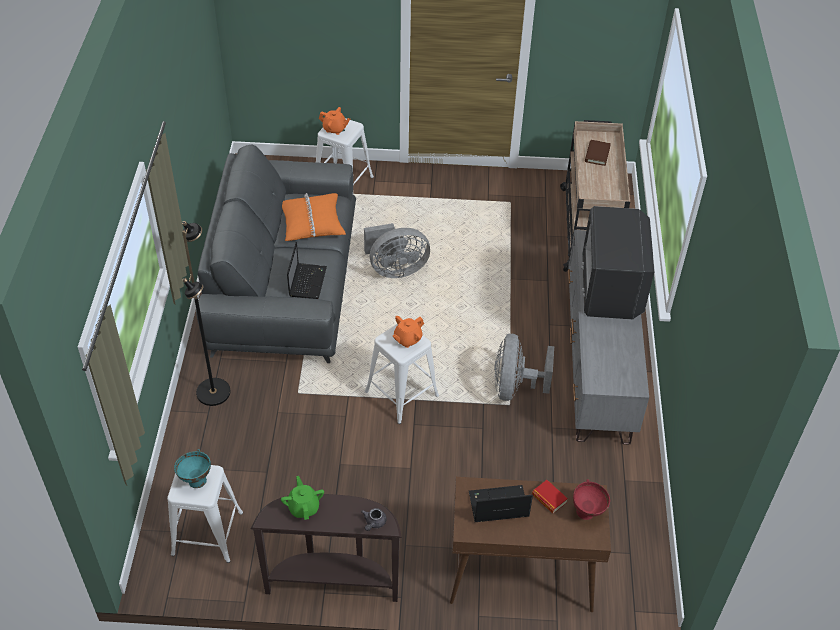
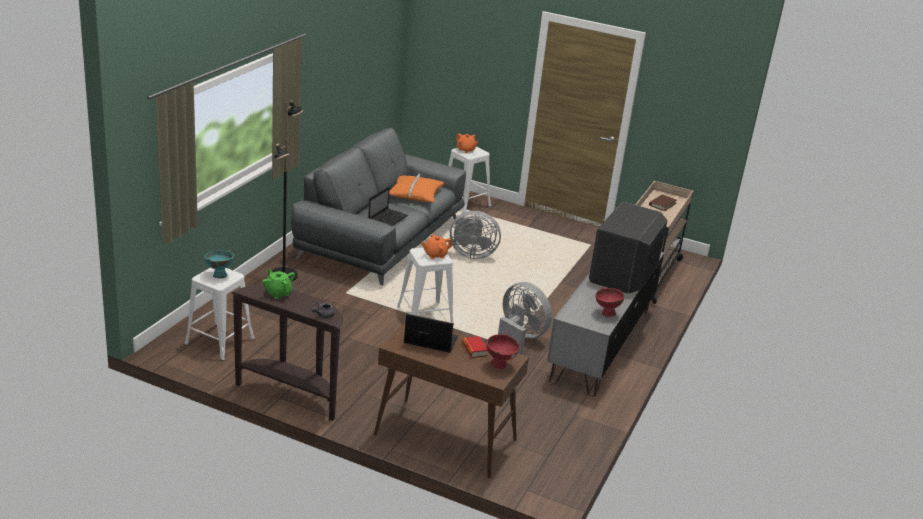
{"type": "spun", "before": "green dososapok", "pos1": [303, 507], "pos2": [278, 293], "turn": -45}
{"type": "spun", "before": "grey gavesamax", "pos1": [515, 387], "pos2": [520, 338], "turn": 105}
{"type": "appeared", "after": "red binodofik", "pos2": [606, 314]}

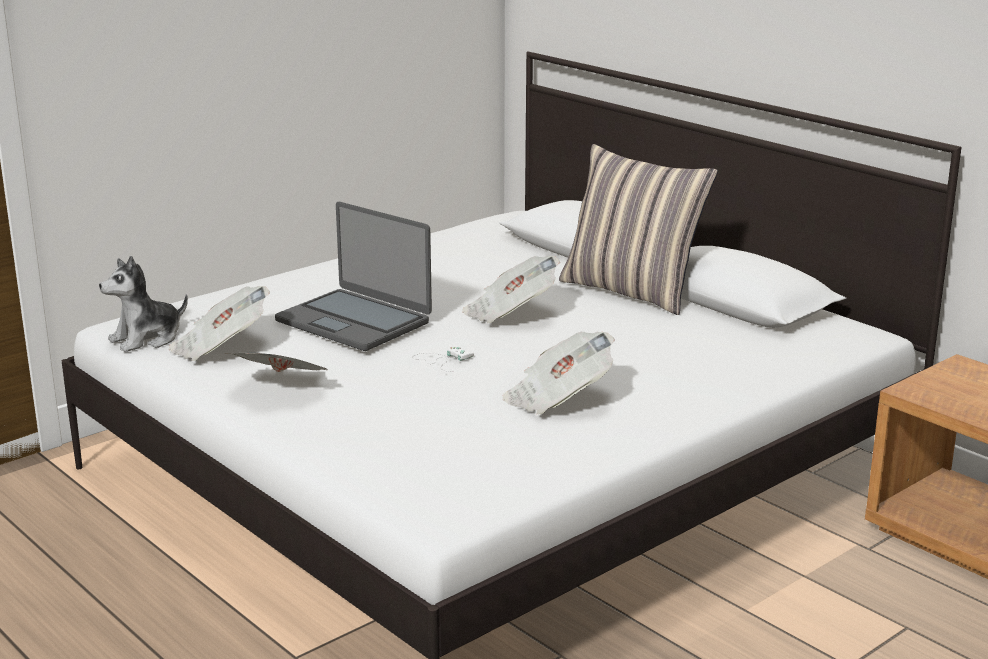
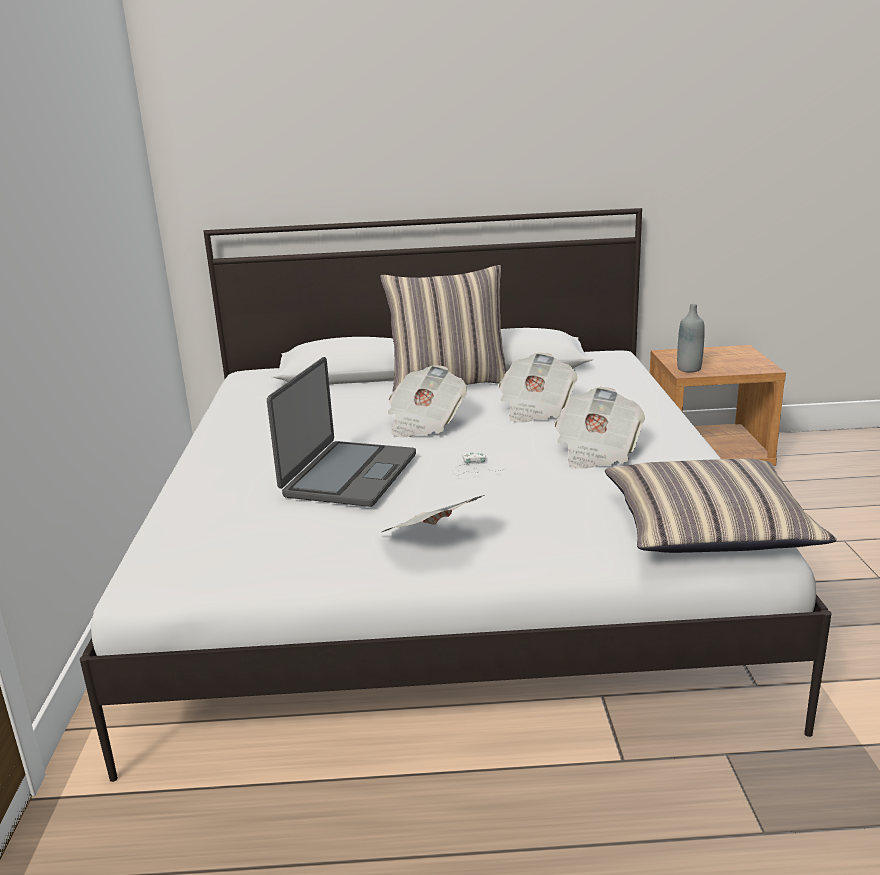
{"type": "missing", "before": "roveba", "pos1": [146, 339]}
{"type": "relocated", "before": "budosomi", "pos1": [220, 348], "pos2": [535, 409]}
{"type": "spun", "before": "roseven", "pos1": [354, 321], "pos2": [348, 475], "turn": -60}
{"type": "appeared", "after": "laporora", "pos2": [708, 527]}
{"type": "appeared", "after": "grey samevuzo", "pos2": [689, 369]}

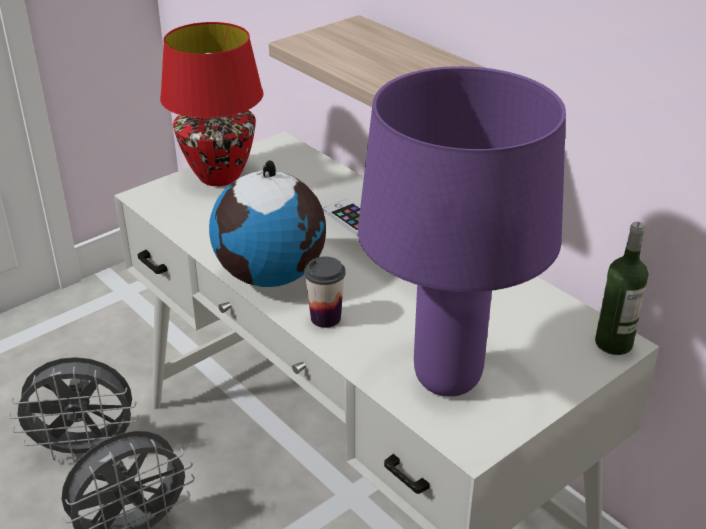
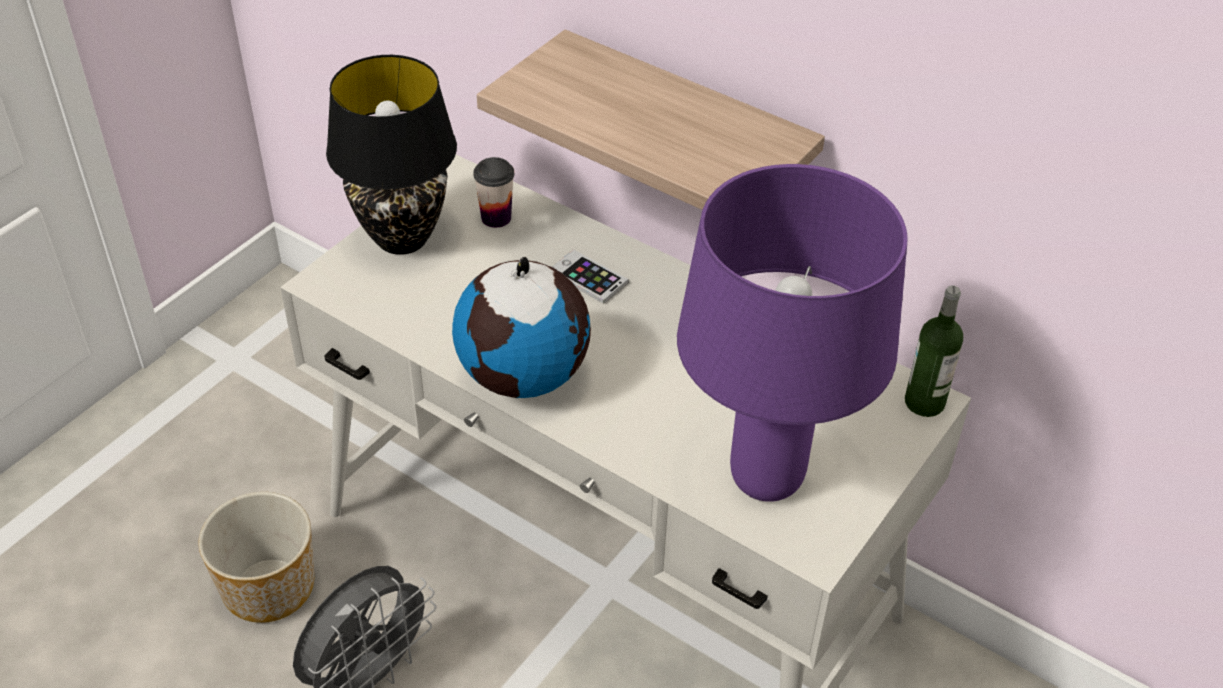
{"type": "exchanged", "before": "grey gavesamax", "after": "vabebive", "pos1": [86, 449], "pos2": [269, 586]}
{"type": "colour", "before": "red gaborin", "after": "black gaborin", "pos1": [218, 177], "pos2": [401, 239]}
{"type": "relocated", "before": "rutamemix", "pos1": [325, 318], "pos2": [496, 218]}

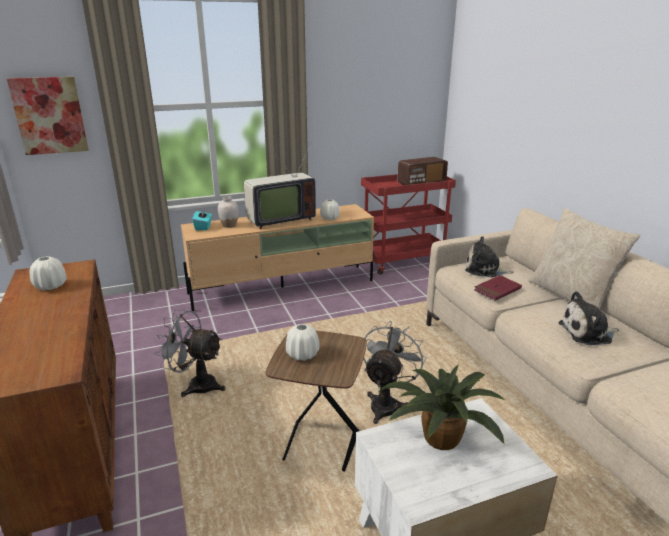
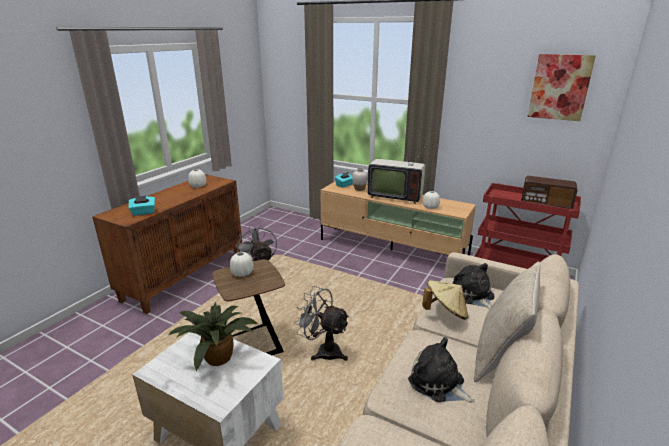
{"type": "relocated", "before": "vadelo", "pos1": [49, 115], "pos2": [559, 87]}
{"type": "spun", "before": "grey gavesamax", "pos1": [386, 403], "pos2": [323, 351], "turn": -135}
{"type": "exchanged", "before": "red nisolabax", "after": "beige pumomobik", "pos1": [497, 290], "pos2": [445, 312]}
{"type": "appeared", "after": "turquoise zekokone", "pos2": [143, 212]}

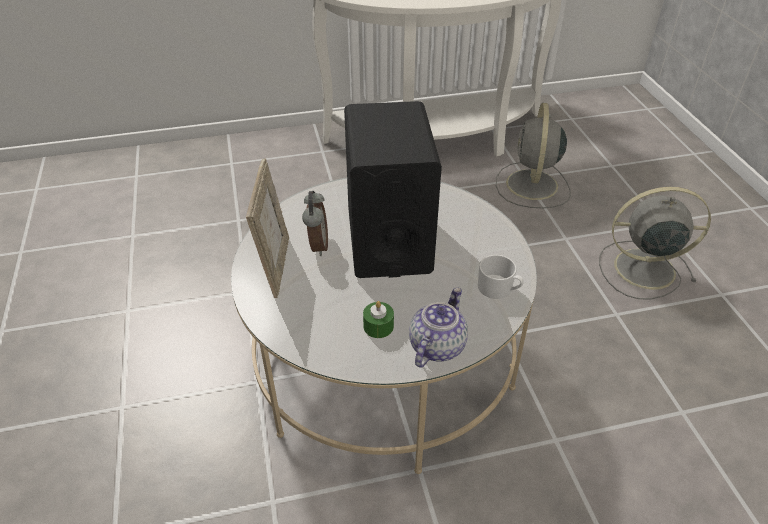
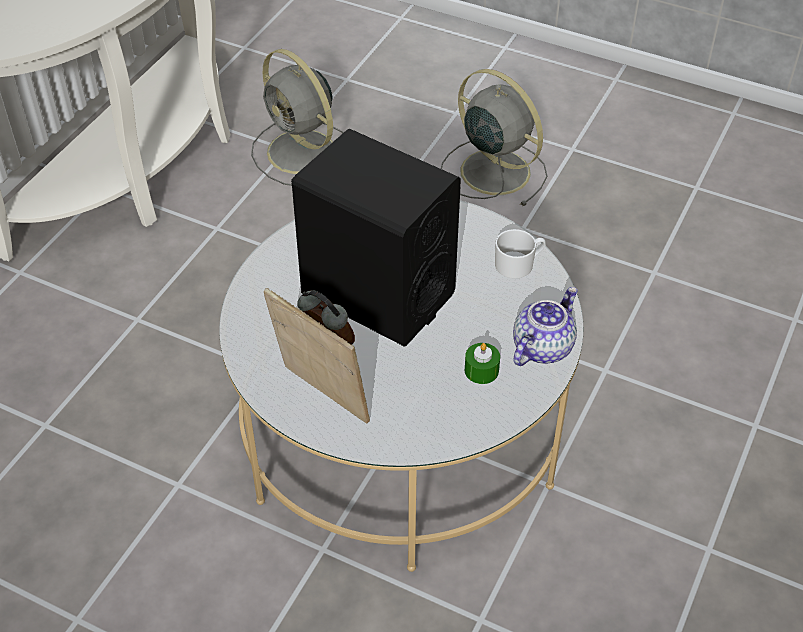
{"type": "spun", "before": "dososapok", "pos1": [436, 345], "pos2": [542, 347], "turn": 60}
{"type": "spun", "before": "grey gavesamax", "pos1": [641, 268], "pos2": [492, 170], "turn": 90}

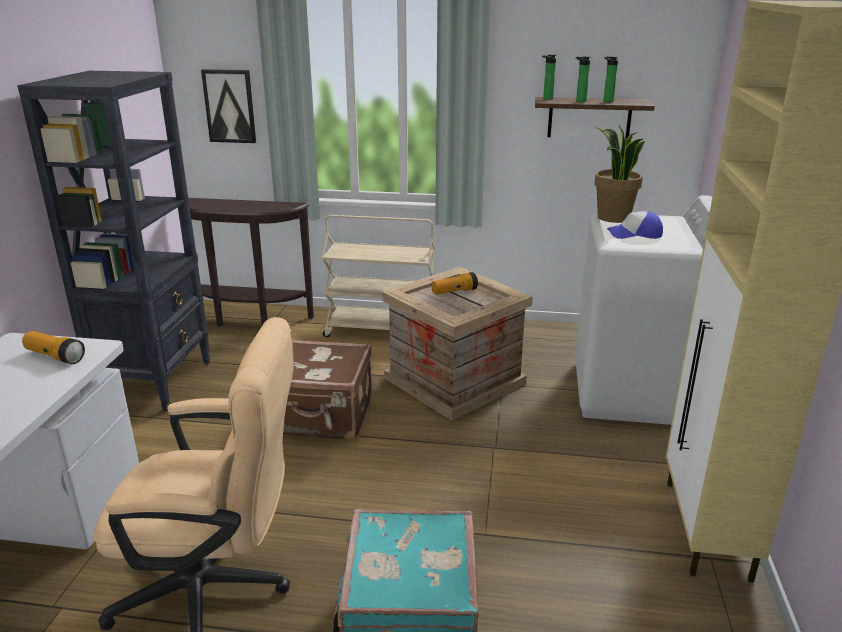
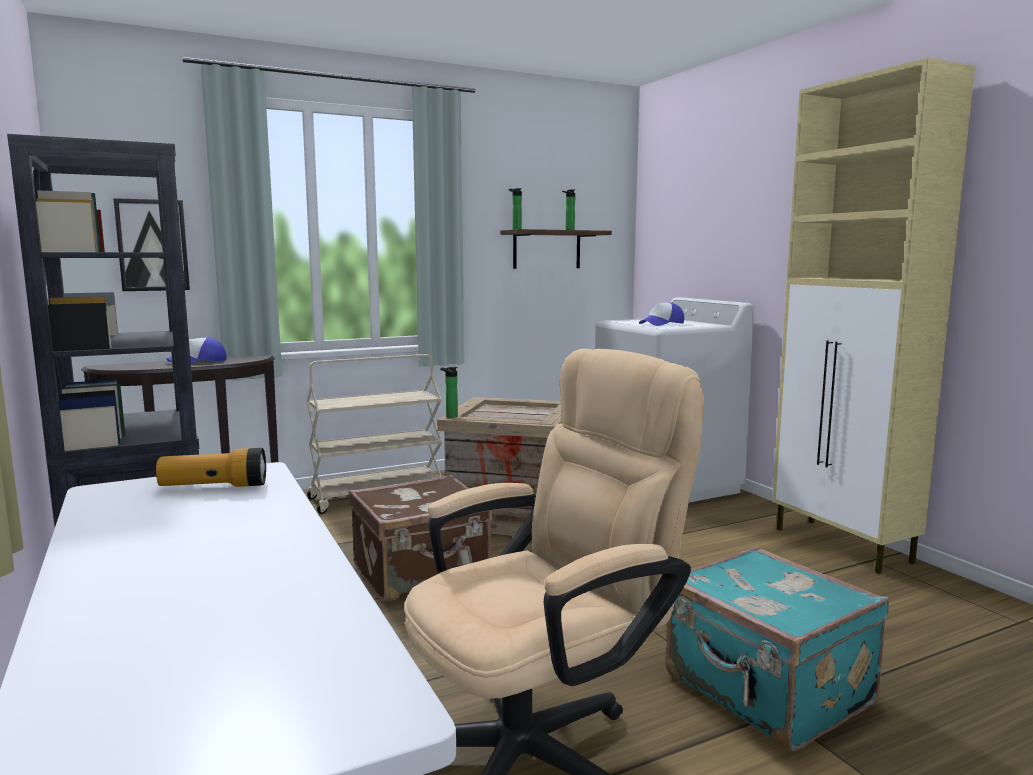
{"type": "missing", "before": "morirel", "pos1": [454, 292]}
{"type": "relocated", "before": "samevuzo", "pos1": [579, 101], "pos2": [450, 416]}
{"type": "missing", "before": "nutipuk", "pos1": [612, 218]}
{"type": "appeared", "after": "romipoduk", "pos2": [198, 362]}

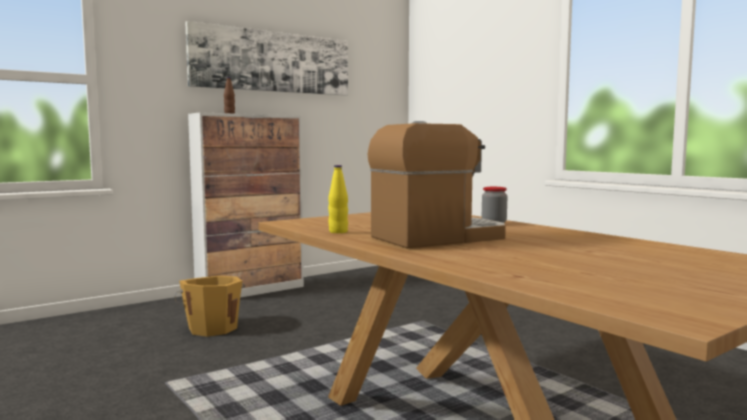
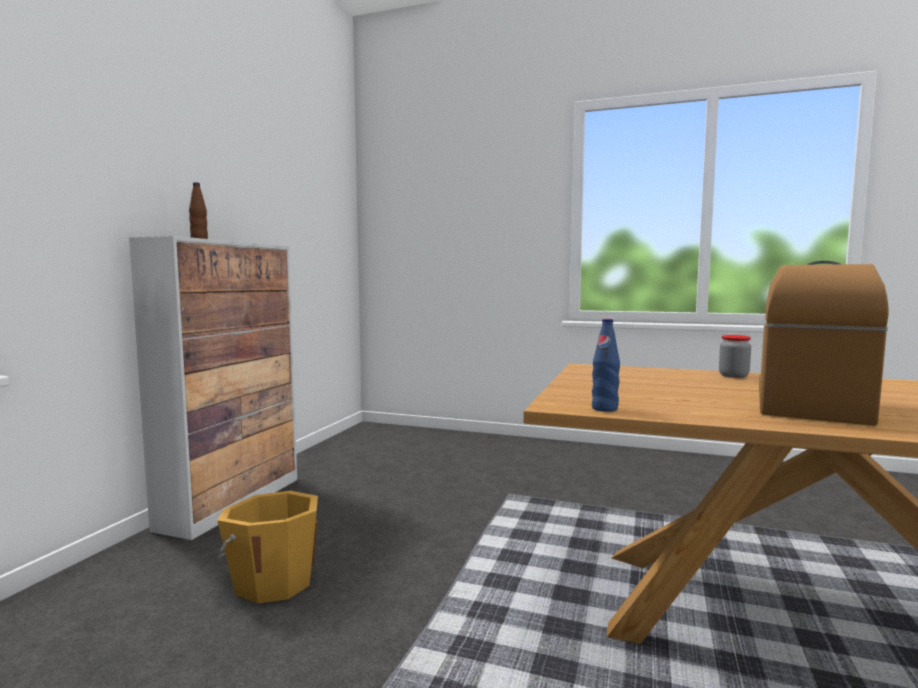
{"type": "missing", "before": "vadelo", "pos1": [273, 62]}
{"type": "missing", "before": "yellow samevuzo", "pos1": [338, 232]}
{"type": "appeared", "after": "blue samevuzo", "pos2": [604, 409]}

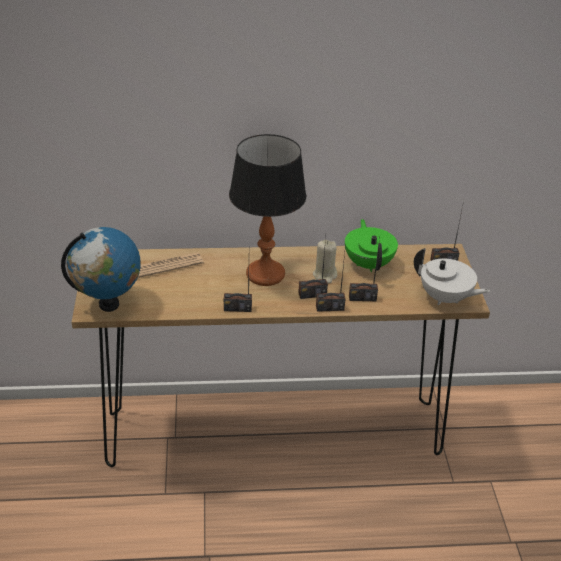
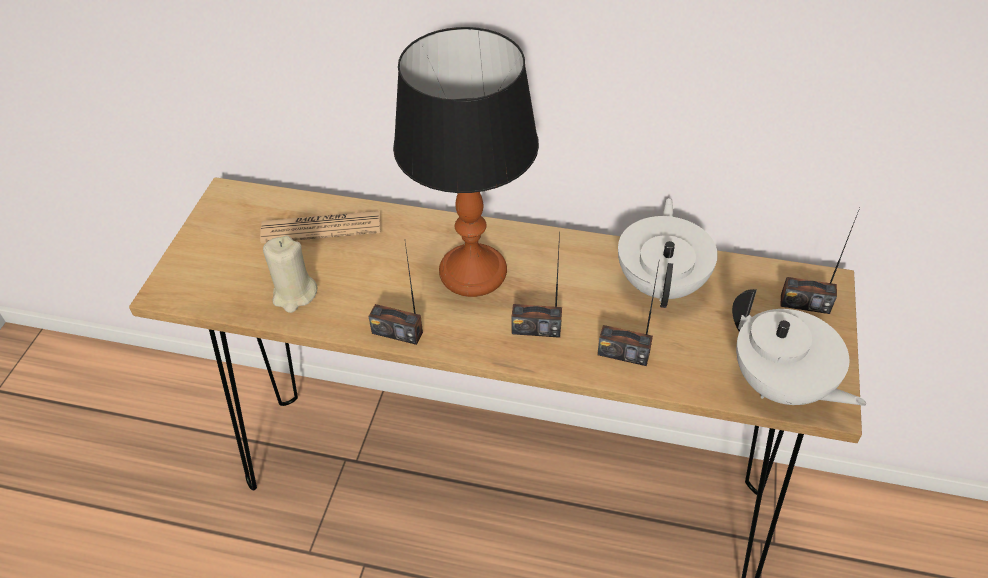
{"type": "missing", "before": "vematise", "pos1": [109, 304]}
{"type": "relocated", "before": "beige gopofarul", "pos1": [325, 275], "pos2": [294, 295]}
{"type": "missing", "before": "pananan", "pos1": [330, 307]}
{"type": "colour", "before": "green dososapok", "after": "white dososapok", "pos1": [368, 264], "pos2": [662, 283]}

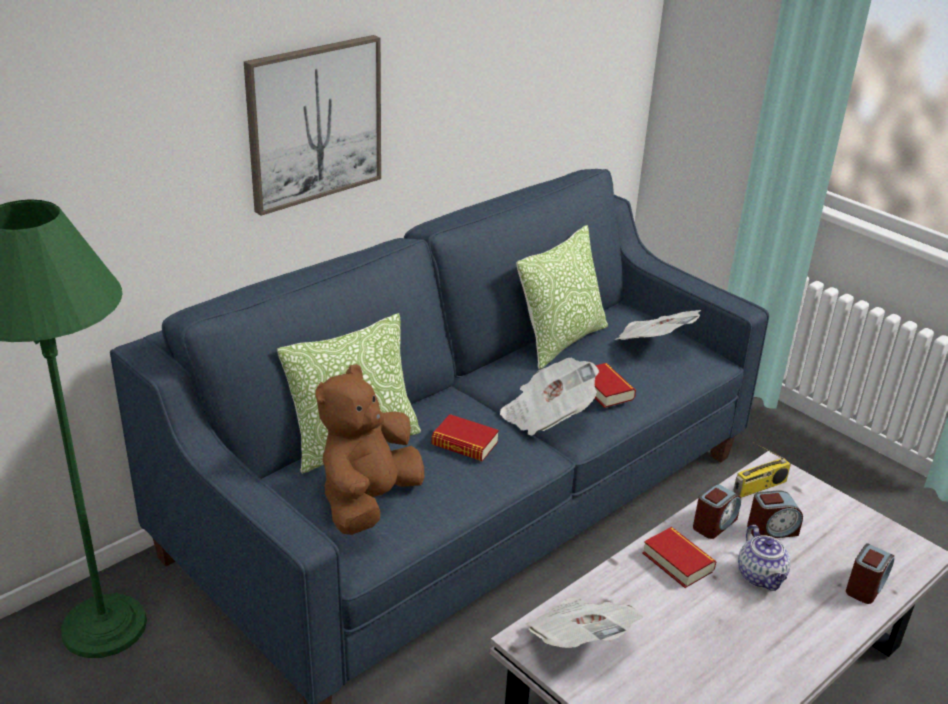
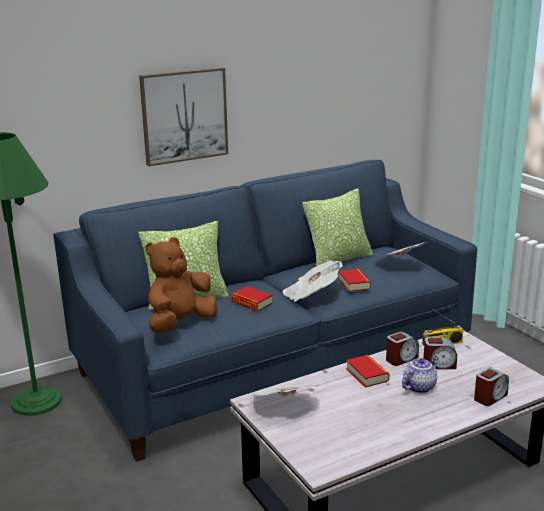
{"type": "spun", "before": "dososapok", "pos1": [761, 577], "pos2": [419, 387], "turn": -135}

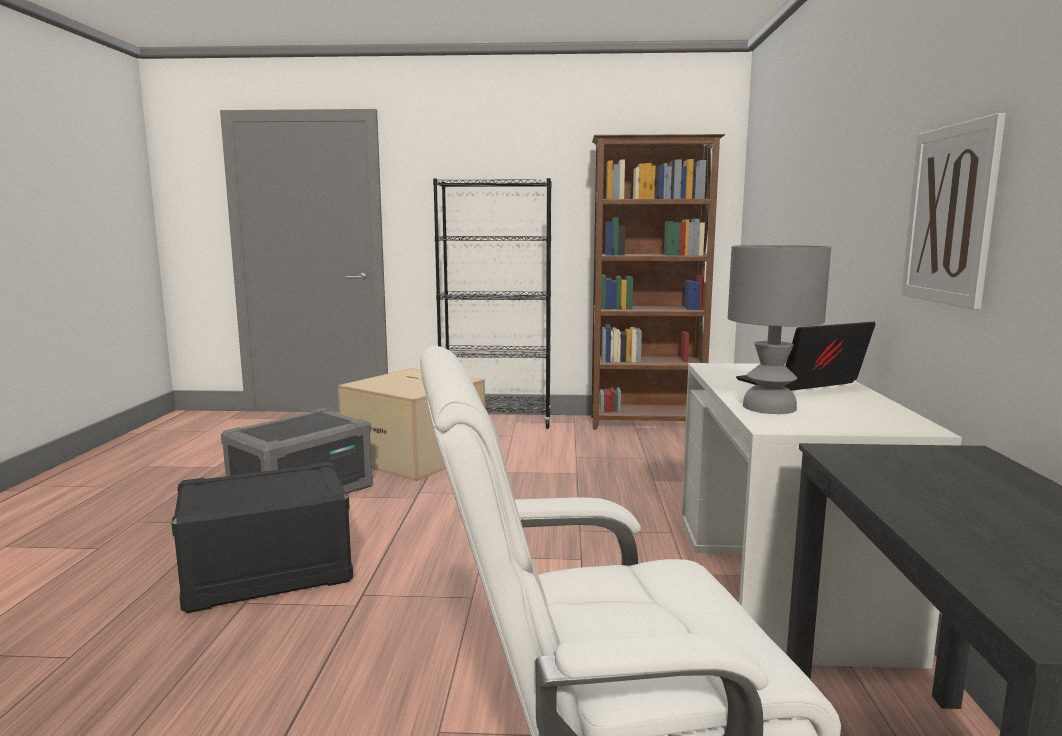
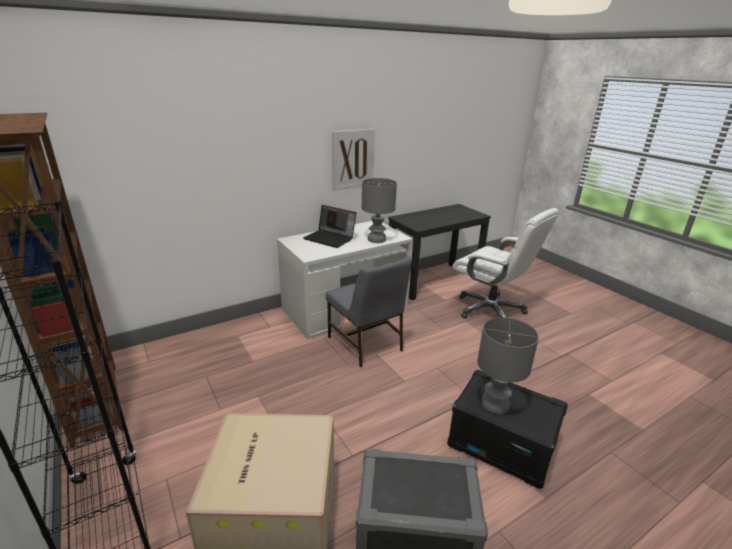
{"type": "appeared", "after": "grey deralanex", "pos2": [366, 344]}
{"type": "appeared", "after": "grey gaborin", "pos2": [496, 403]}

